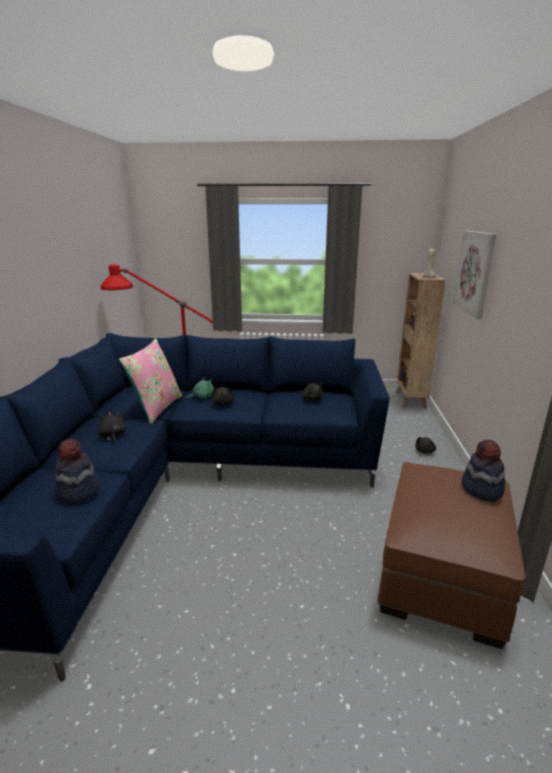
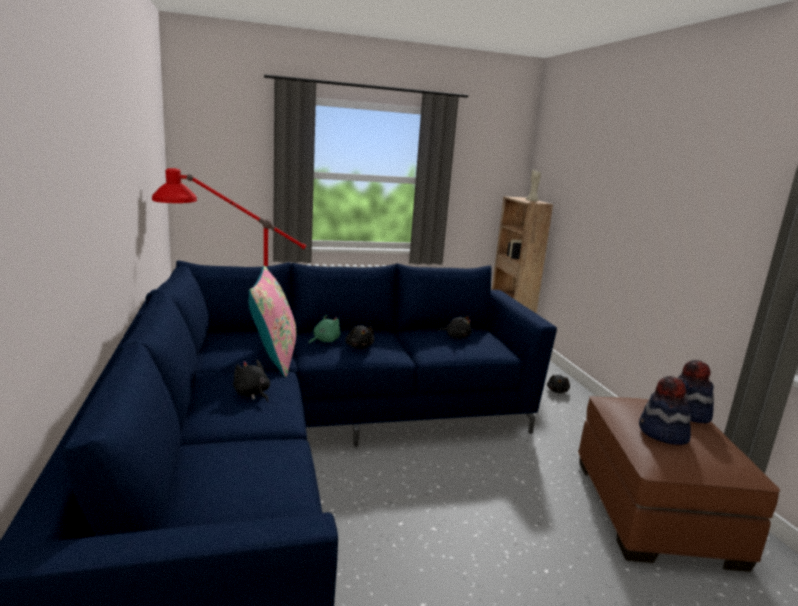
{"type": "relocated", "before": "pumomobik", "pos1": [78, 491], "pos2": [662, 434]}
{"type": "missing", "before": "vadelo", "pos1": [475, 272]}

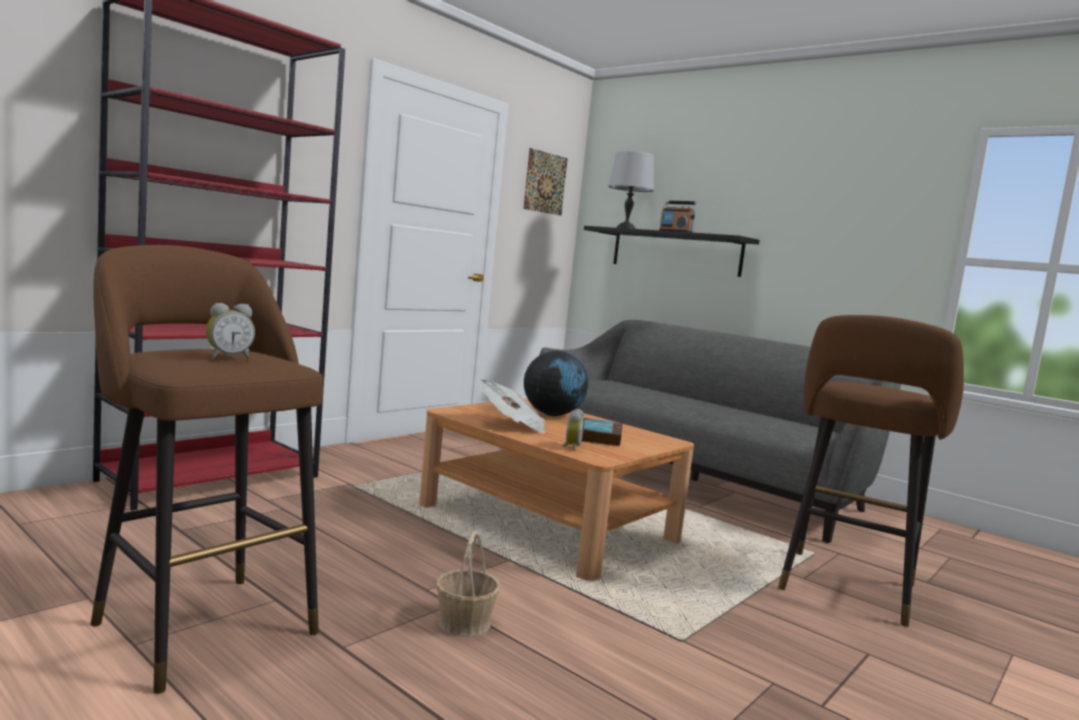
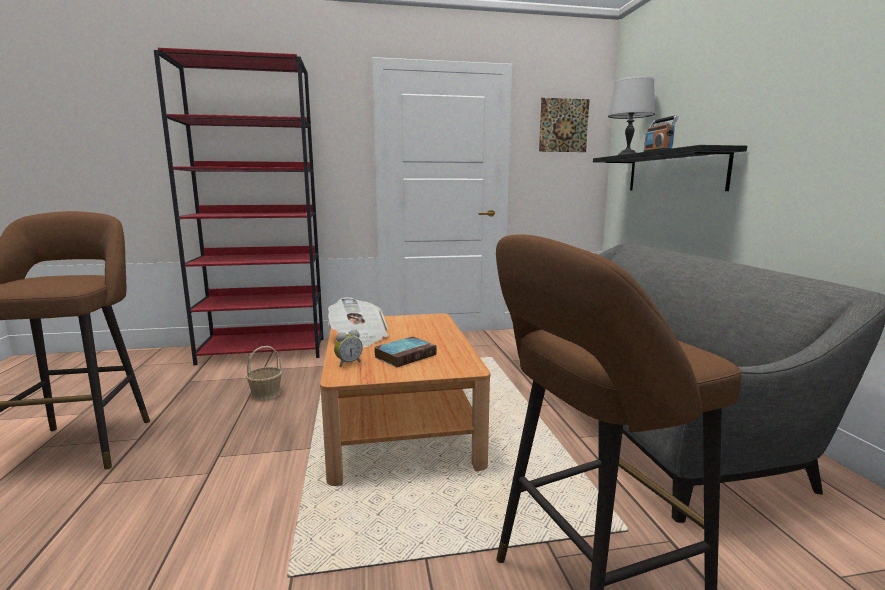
{"type": "missing", "before": "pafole", "pos1": [228, 358]}
{"type": "relocated", "before": "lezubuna", "pos1": [464, 623], "pos2": [265, 394]}
{"type": "missing", "before": "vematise", "pos1": [552, 414]}

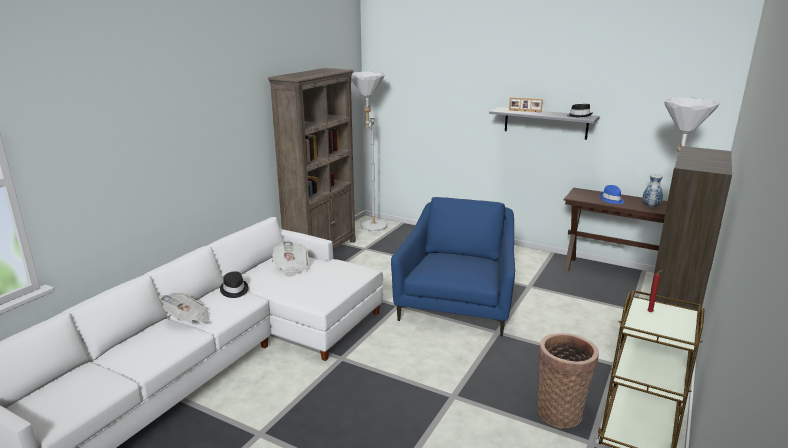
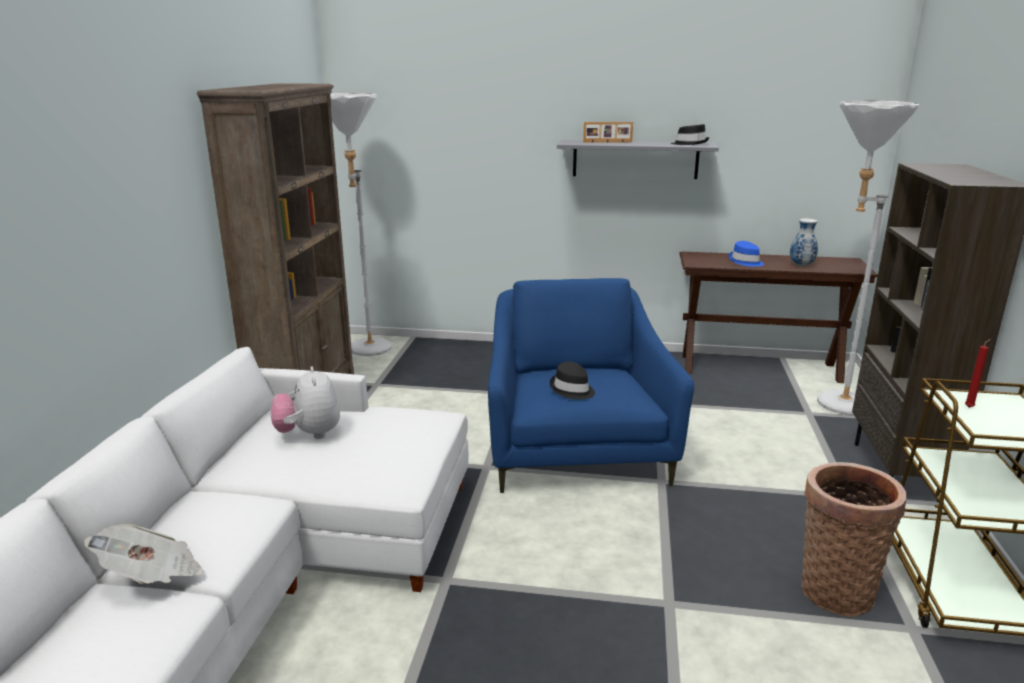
{"type": "relocated", "before": "black pumomobik", "pos1": [234, 290], "pos2": [572, 390]}
{"type": "exchanged", "before": "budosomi", "after": "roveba", "pos1": [291, 268], "pos2": [309, 434]}

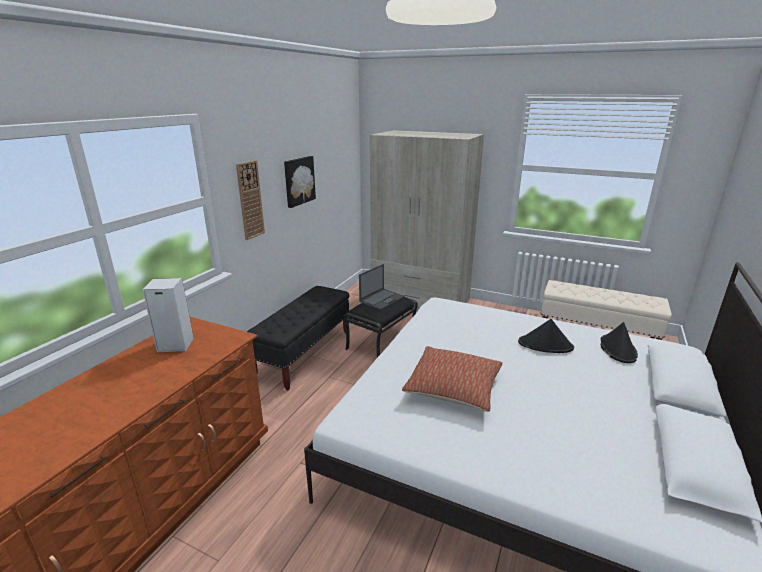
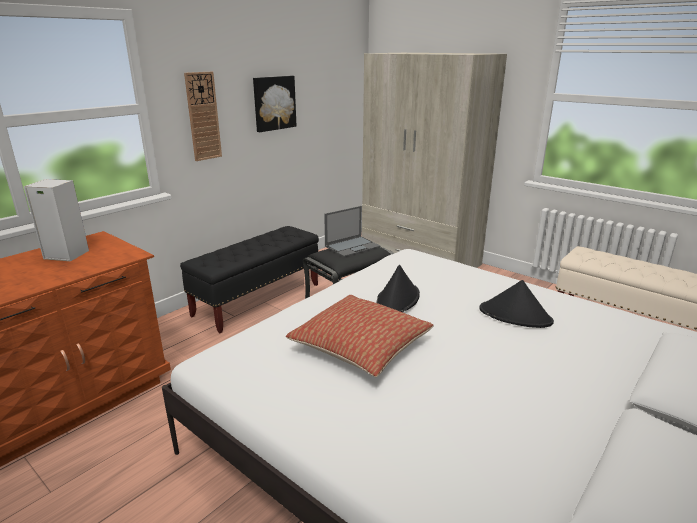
{"type": "relocated", "before": "black pumomobik", "pos1": [617, 349], "pos2": [397, 299]}

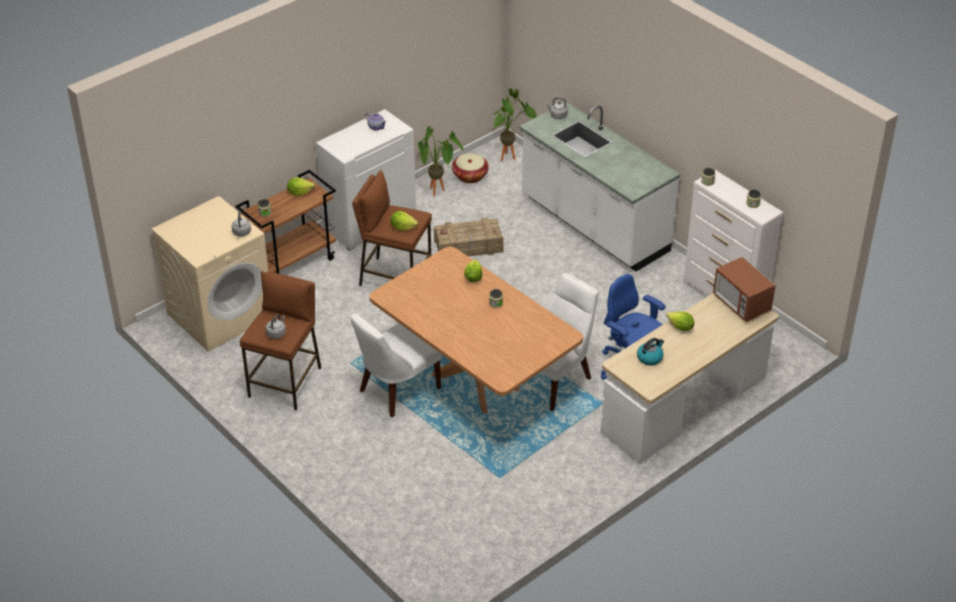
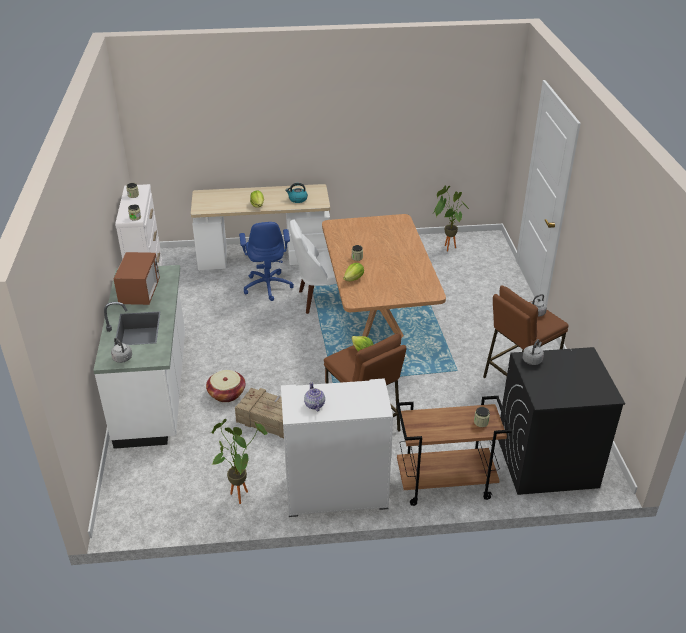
{"type": "colour", "before": "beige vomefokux", "after": "black vomefokux", "pos1": [220, 314], "pos2": [546, 462]}
{"type": "missing", "before": "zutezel", "pos1": [299, 192]}
{"type": "missing", "before": "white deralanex", "pos1": [396, 390]}
{"type": "relocated", "before": "lezubuna", "pos1": [470, 176], "pos2": [226, 393]}
{"type": "relocated", "before": "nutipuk", "pos1": [510, 156], "pos2": [446, 247]}
{"type": "relocated", "before": "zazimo", "pos1": [741, 304], "pos2": [140, 293]}

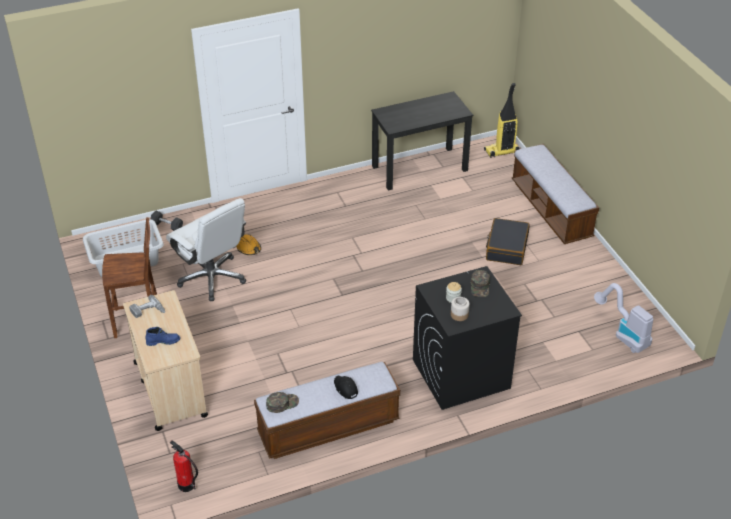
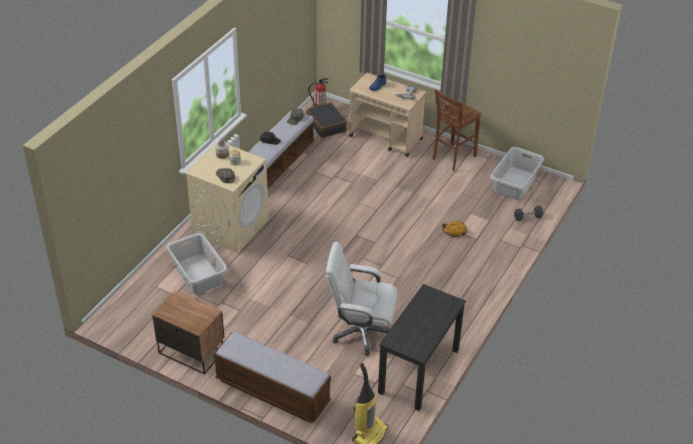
{"type": "relocated", "before": "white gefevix", "pos1": [212, 278], "pos2": [361, 332]}
{"type": "colour", "before": "black vomefokux", "after": "beige vomefokux", "pos1": [460, 374], "pos2": [231, 227]}
{"type": "relocated", "before": "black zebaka", "pos1": [506, 247], "pos2": [326, 125]}
{"type": "missing", "before": "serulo", "pos1": [623, 334]}
{"type": "appeared", "after": "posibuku", "pos2": [191, 351]}
{"type": "appeared", "after": "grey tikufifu", "pos2": [198, 274]}

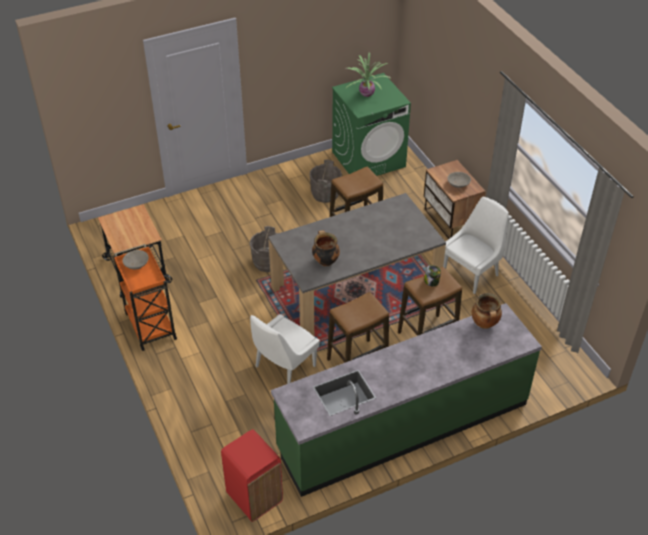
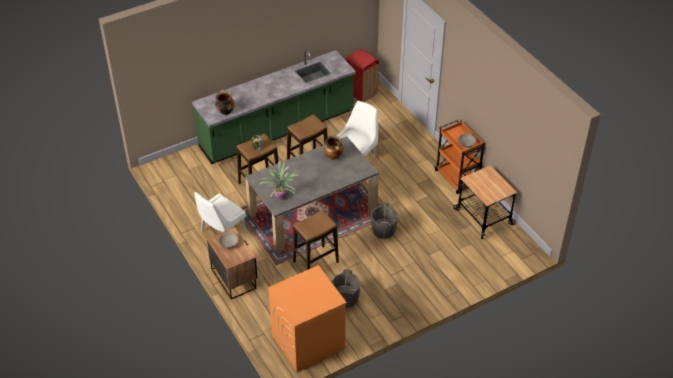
{"type": "colour", "before": "green vomefokux", "after": "orange vomefokux", "pos1": [369, 159], "pos2": [308, 342]}
{"type": "relocated", "before": "nutipuk", "pos1": [365, 94], "pos2": [281, 196]}

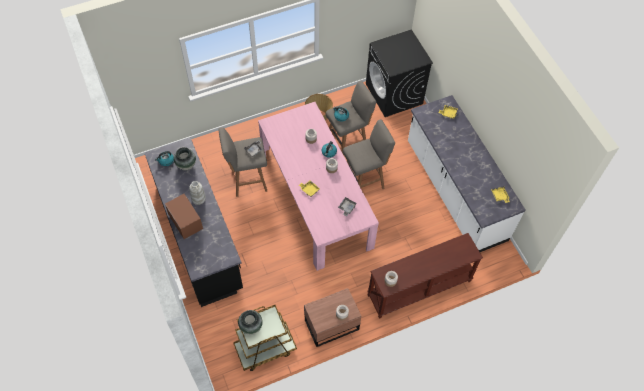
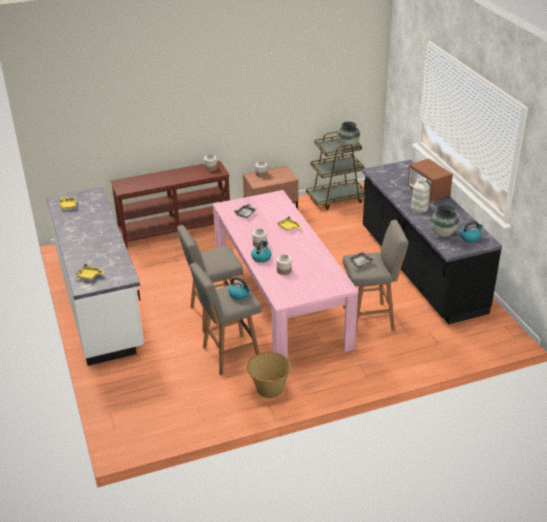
{"type": "missing", "before": "black vomefokux", "pos1": [394, 94]}

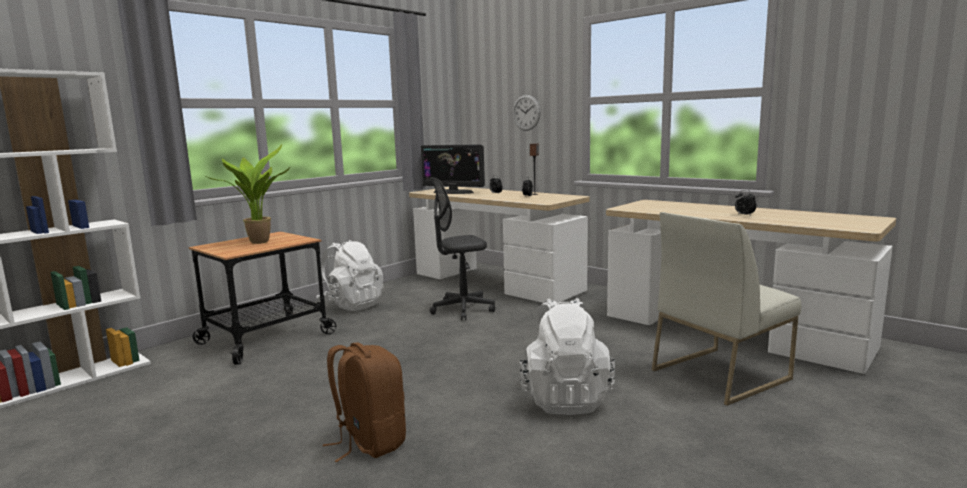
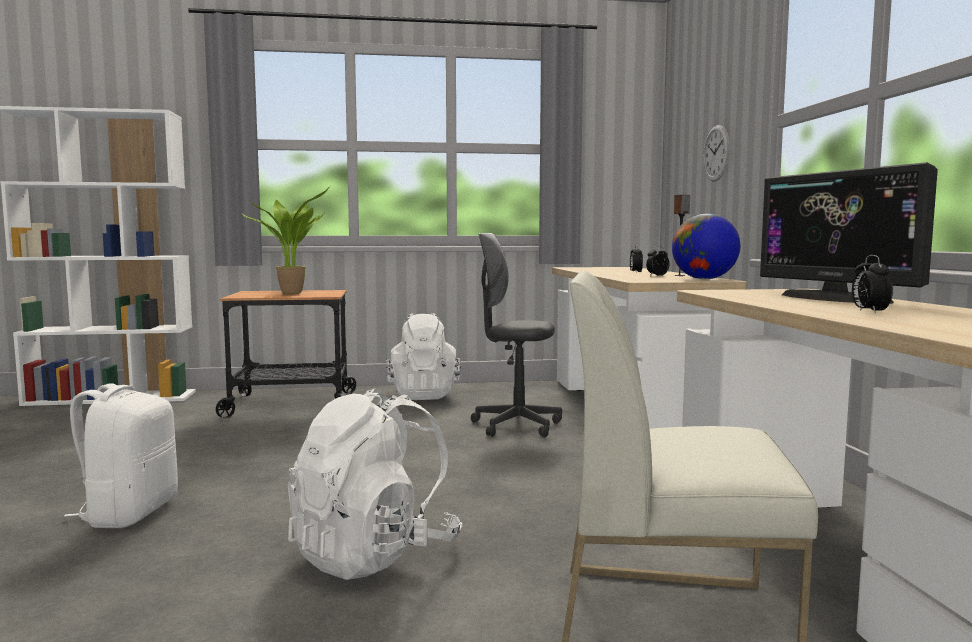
{"type": "colour", "before": "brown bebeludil", "after": "white bebeludil", "pos1": [369, 442], "pos2": [129, 513]}
{"type": "relocated", "before": "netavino", "pos1": [453, 192], "pos2": [835, 298]}
{"type": "appeared", "after": "vematise", "pos2": [704, 279]}

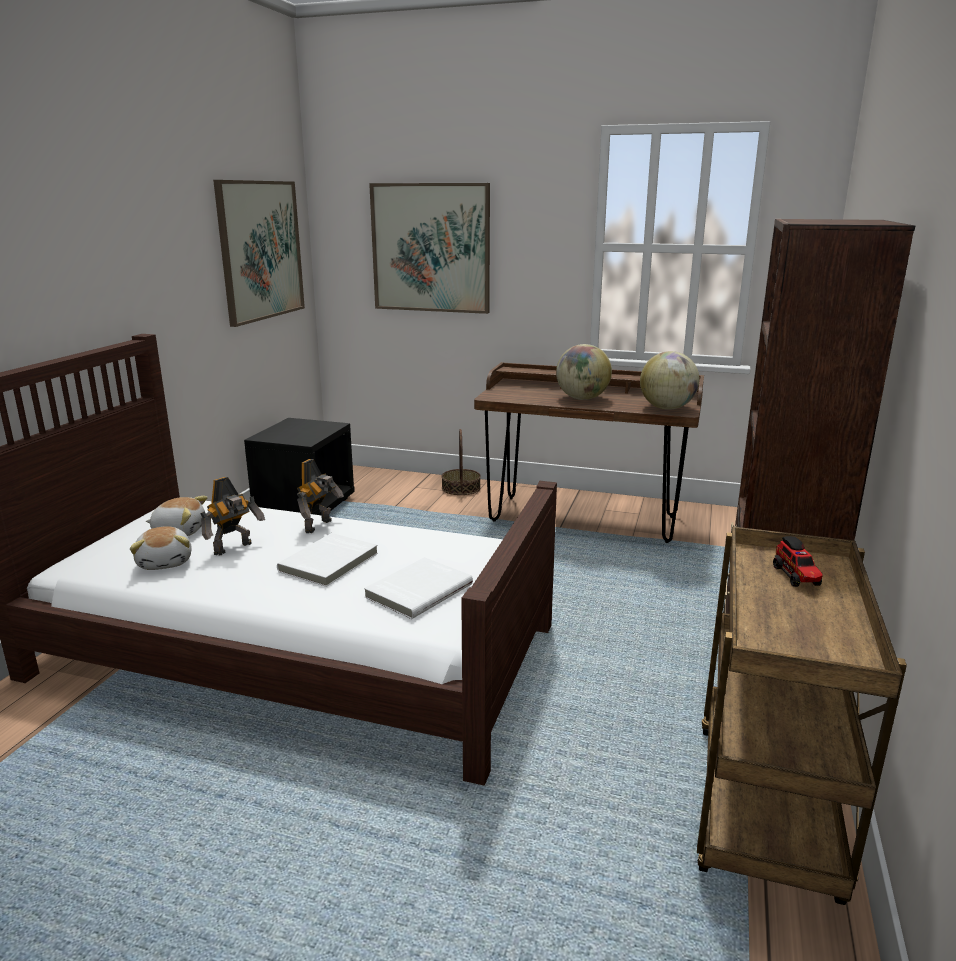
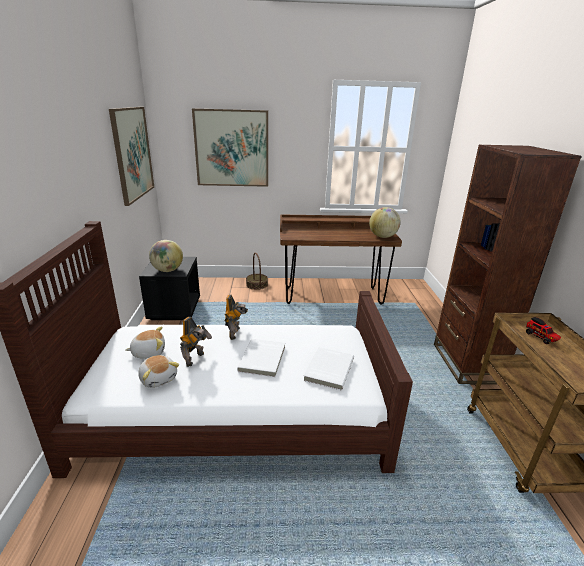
{"type": "relocated", "before": "vematise", "pos1": [582, 398], "pos2": [167, 270]}

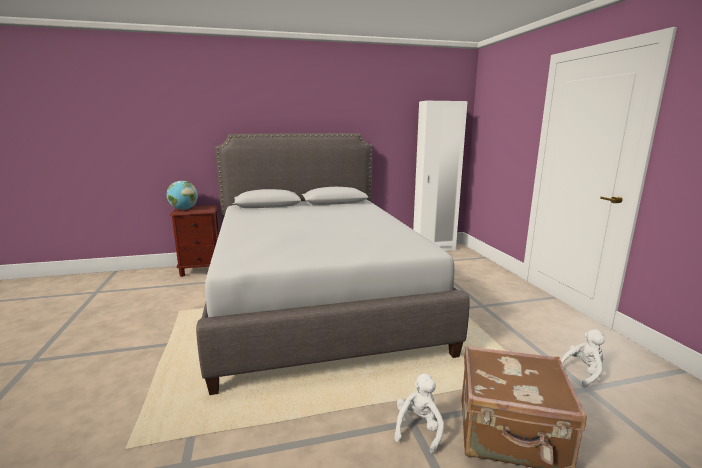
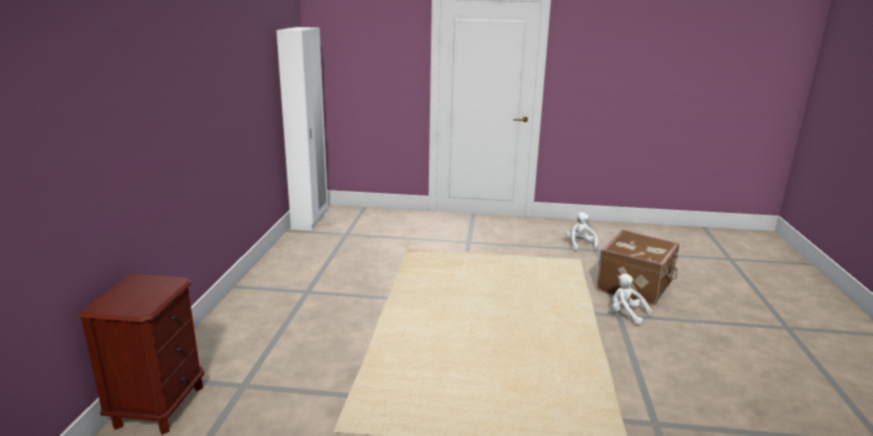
{"type": "missing", "before": "vematise", "pos1": [183, 209]}
{"type": "missing", "before": "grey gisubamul", "pos1": [316, 298]}

